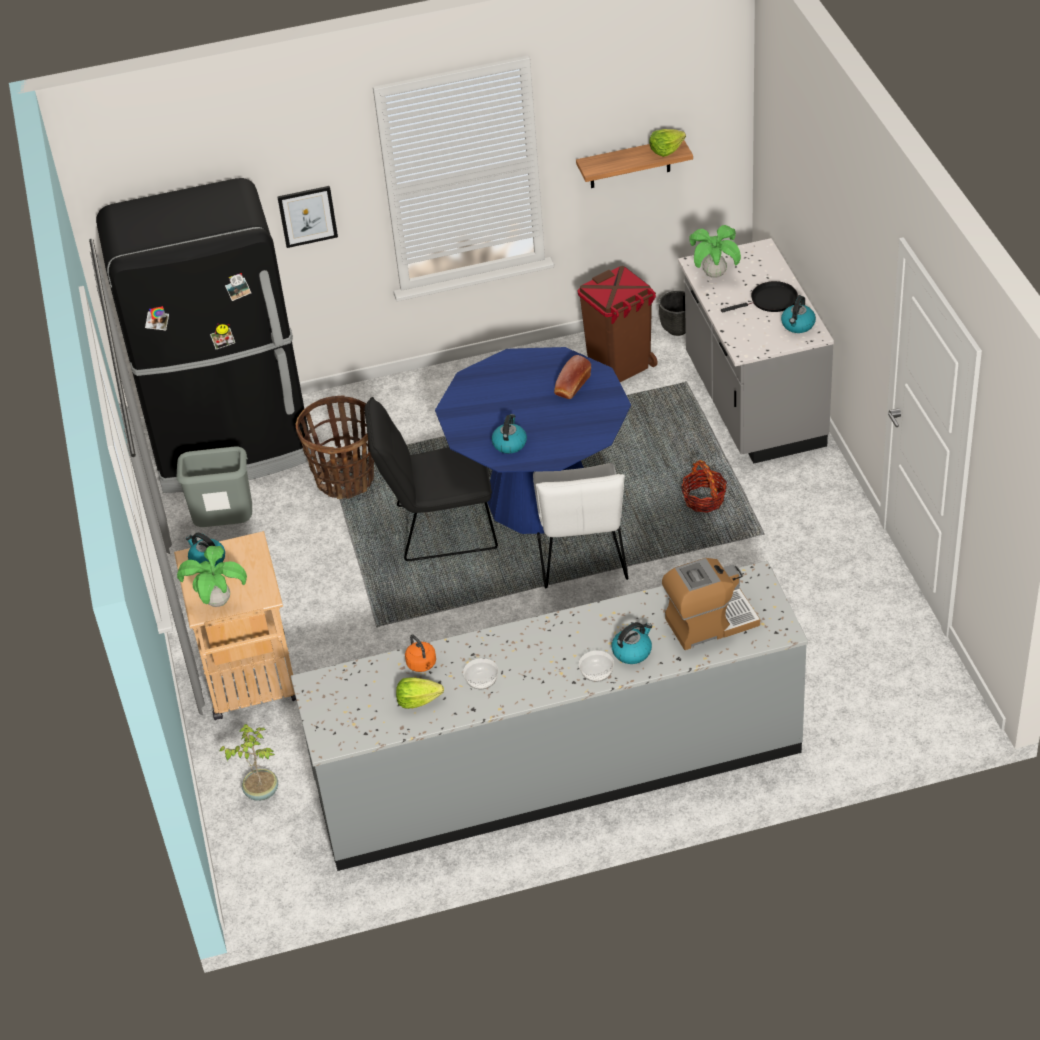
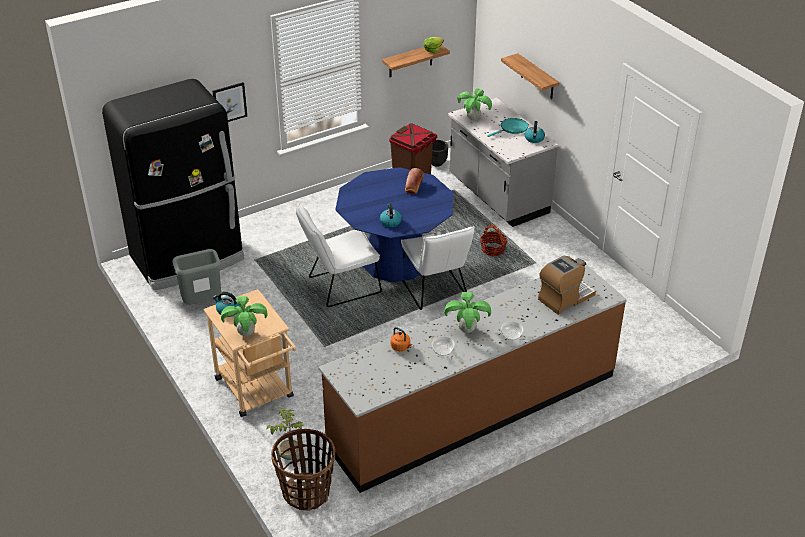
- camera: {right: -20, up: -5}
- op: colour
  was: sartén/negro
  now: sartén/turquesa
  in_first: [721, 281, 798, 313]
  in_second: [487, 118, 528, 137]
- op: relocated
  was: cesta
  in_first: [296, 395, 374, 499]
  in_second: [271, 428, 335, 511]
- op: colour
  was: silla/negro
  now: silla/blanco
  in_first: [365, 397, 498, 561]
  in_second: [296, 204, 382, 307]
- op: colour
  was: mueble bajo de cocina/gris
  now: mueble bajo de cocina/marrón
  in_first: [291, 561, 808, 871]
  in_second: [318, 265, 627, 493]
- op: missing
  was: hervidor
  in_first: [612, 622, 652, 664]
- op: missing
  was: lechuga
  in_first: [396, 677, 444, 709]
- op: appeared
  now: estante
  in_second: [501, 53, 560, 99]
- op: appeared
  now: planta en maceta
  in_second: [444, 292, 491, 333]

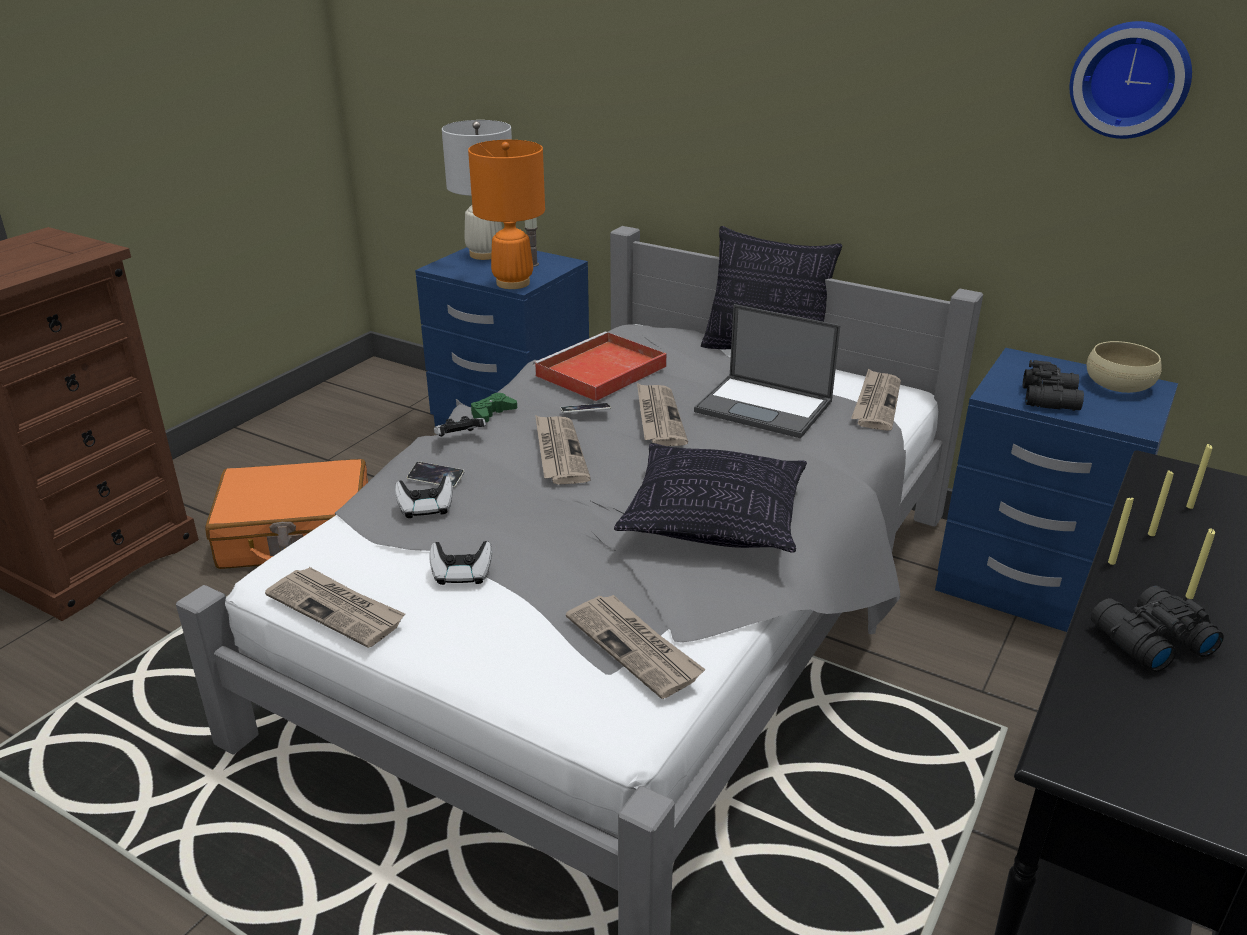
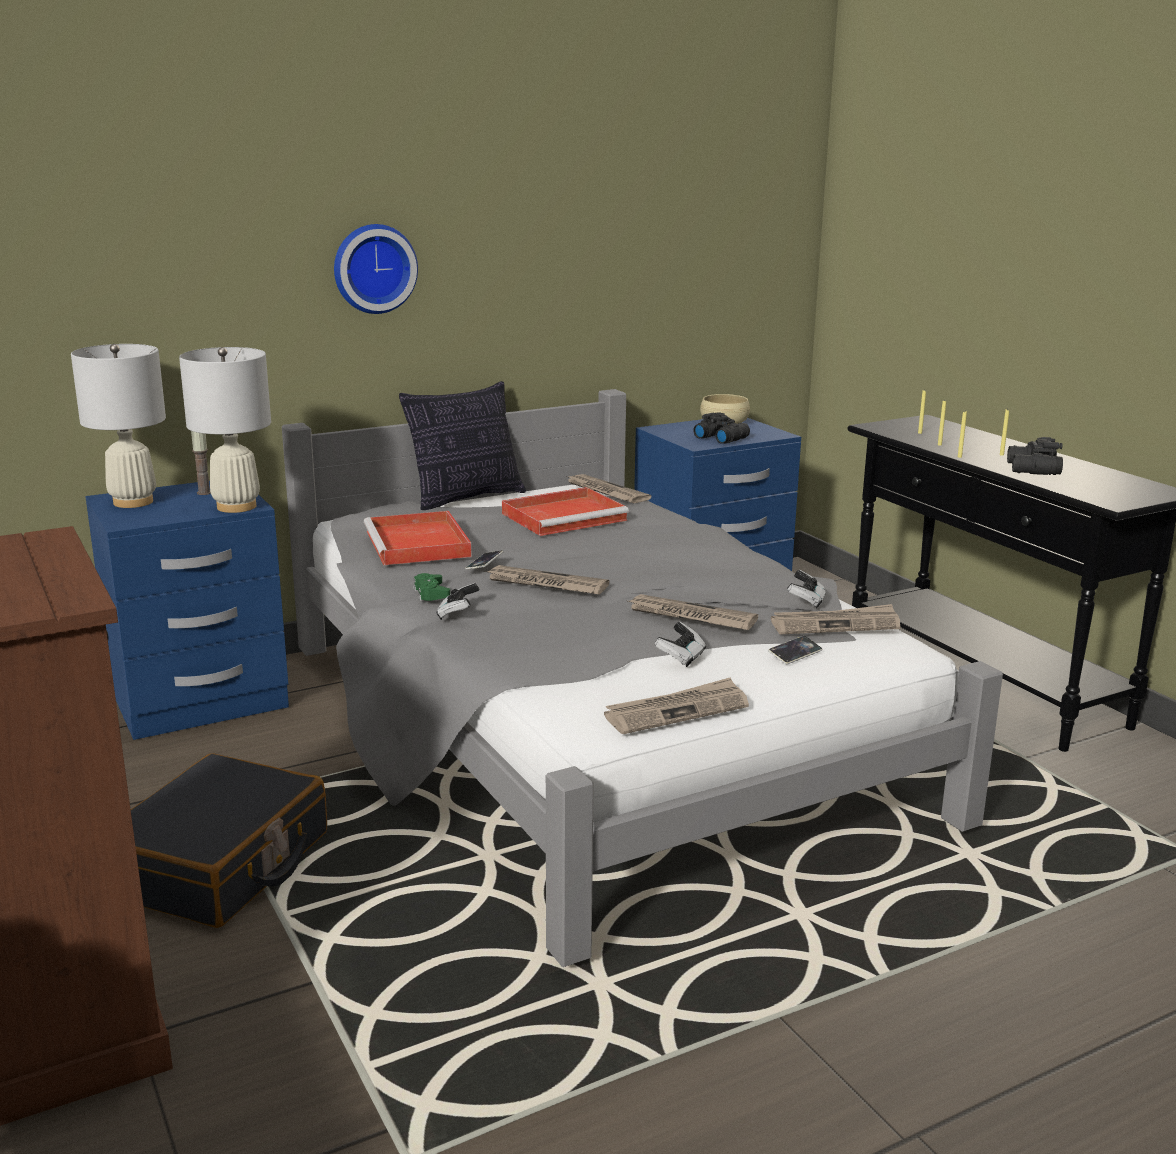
- camera: {right: -60, up: -10}
- op: relocated
  was: reloj de pared
  in_first: [1070, 21, 1192, 139]
  in_second: [334, 224, 418, 314]
- op: colour
  was: lámpara de mesa/naranja
  now: lámpara de mesa/blanco
  in_first: [468, 140, 545, 289]
  in_second: [179, 347, 271, 513]
- op: exchanged
  was: portátil
  now: bandeja/rojo
  in_first: [694, 304, 840, 438]
  in_second: [502, 487, 629, 536]
- op: relocated
  was: periódico
  in_first: [637, 383, 688, 446]
  in_second: [628, 594, 758, 630]
- op: missing
  was: cojín
  in_first: [614, 443, 807, 553]
- op: colour
  was: maleta/naranja
  now: maleta/negro
  in_first: [205, 459, 368, 569]
  in_second: [131, 753, 327, 928]
- op: relocated
  was: móvil
  in_first: [407, 462, 465, 488]
  in_second: [768, 636, 822, 664]
- op: relocated
  was: mando de consola
  in_first: [395, 476, 453, 518]
  in_second: [787, 570, 826, 609]

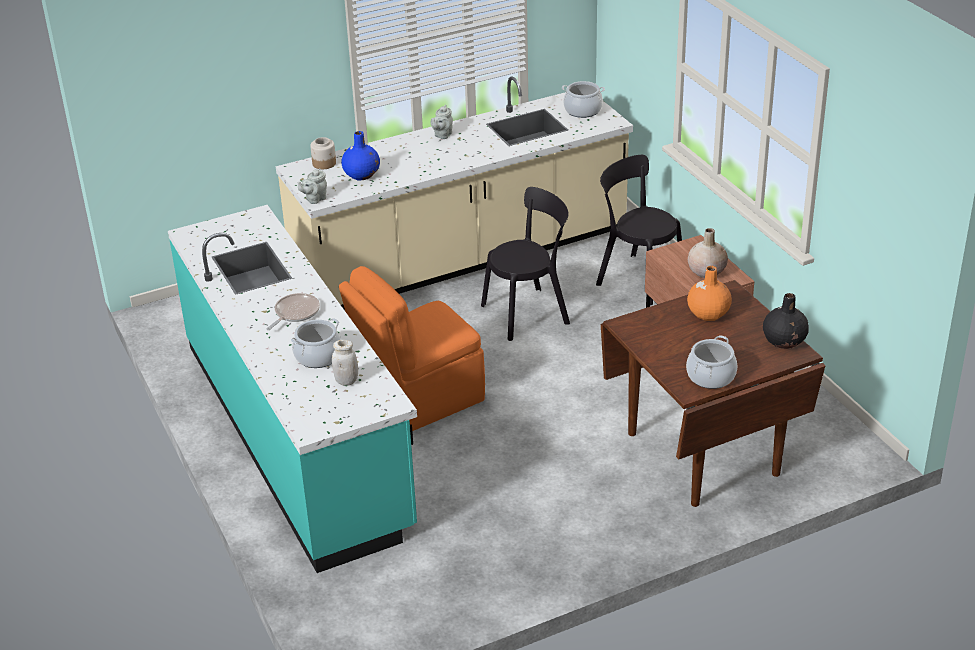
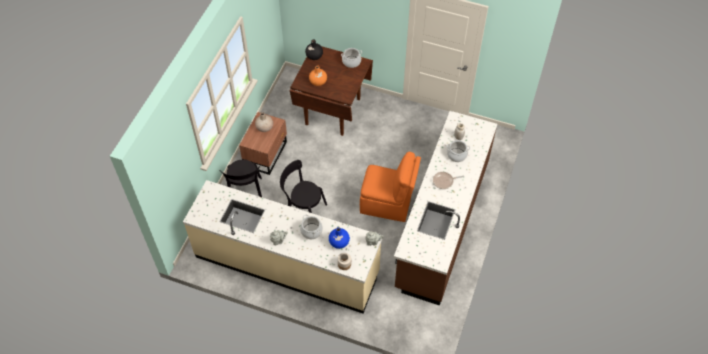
- camera: {right: -135, up: 20}
- op: relocated
  was: olla
  in_first: [562, 81, 605, 118]
  in_second: [300, 215, 323, 240]
- op: colour
  was: mueble bajo de cocina/turquesa
  now: mueble bajo de cocina/marrón
  in_first: [168, 205, 417, 573]
  in_second: [394, 111, 497, 306]

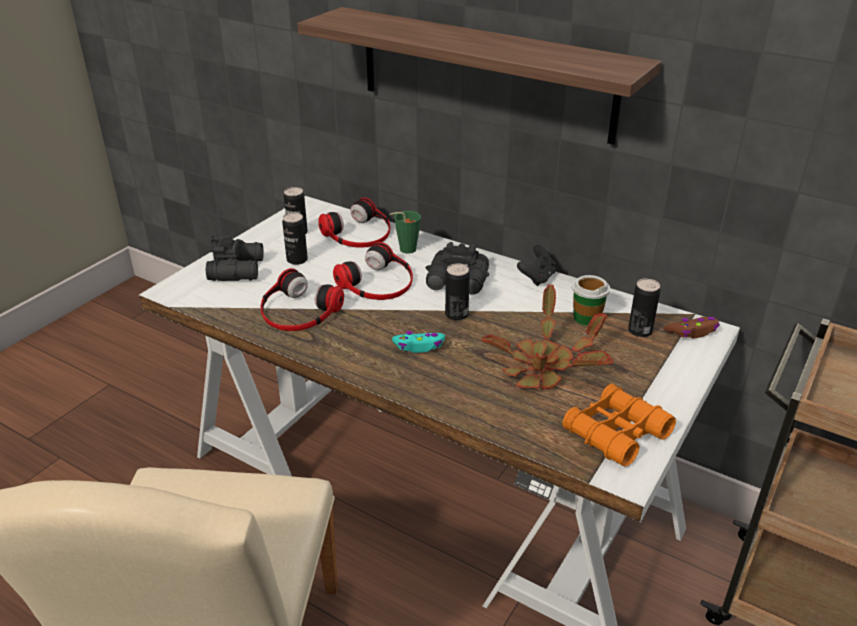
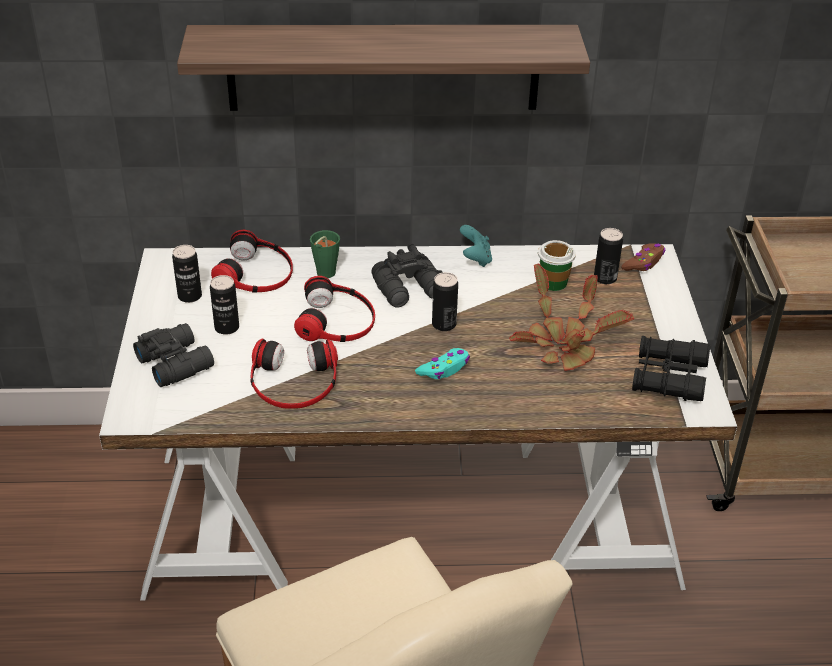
- camera: {right: -35, up: 5}
- op: colour
  was: mando de consola/negro
  now: mando de consola/turquesa
  in_first: [517, 245, 556, 286]
  in_second: [460, 225, 492, 267]
- op: colour
  was: prismáticos/naranja
  now: prismáticos/negro
  in_first: [562, 384, 676, 466]
  in_second: [632, 336, 710, 401]

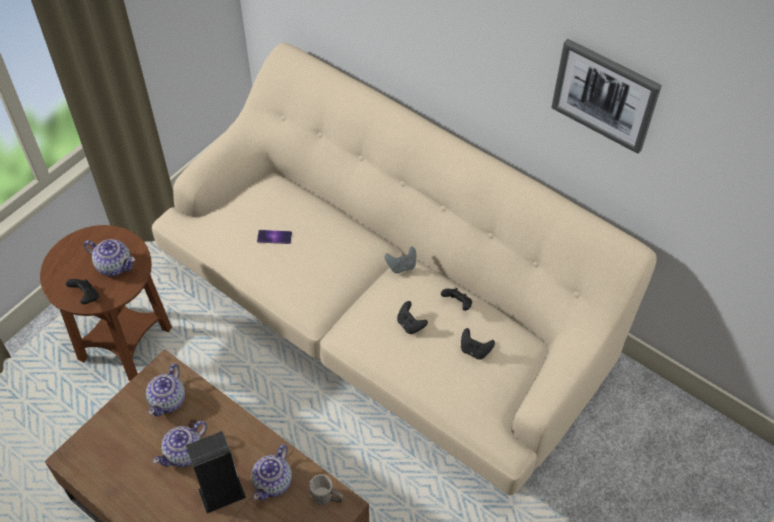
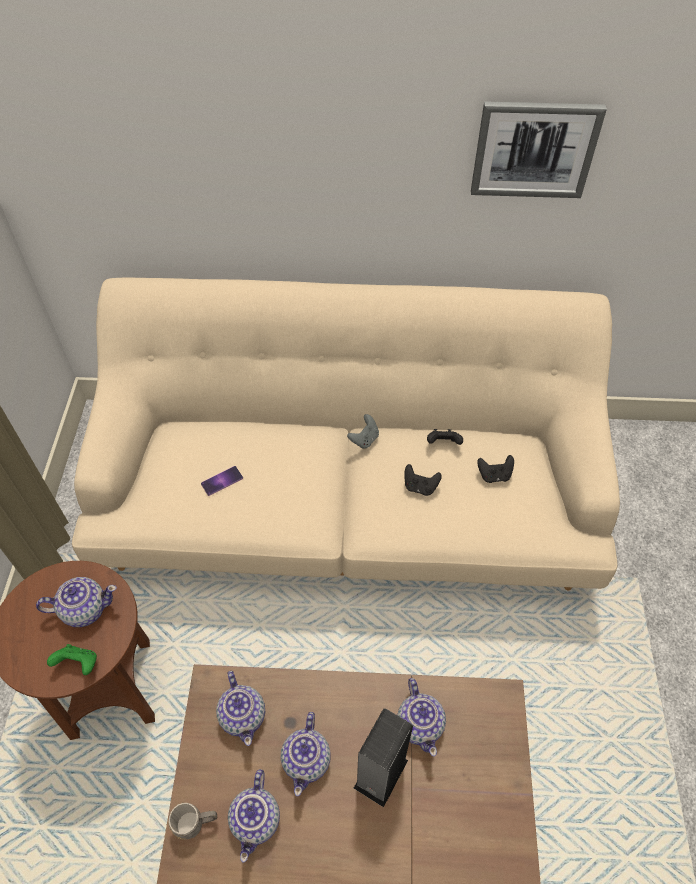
- camera: {right: -35, up: 0}
- op: colour
  was: mando de consola/negro
  now: mando de consola/verde
  in_first: [66, 279, 99, 304]
  in_second: [47, 644, 97, 675]
- op: relocated
  was: taza grande/gris
  in_first: [309, 474, 344, 505]
  in_second: [168, 803, 217, 840]
- op: appeared
  now: tetera
  in_second: [228, 769, 280, 863]

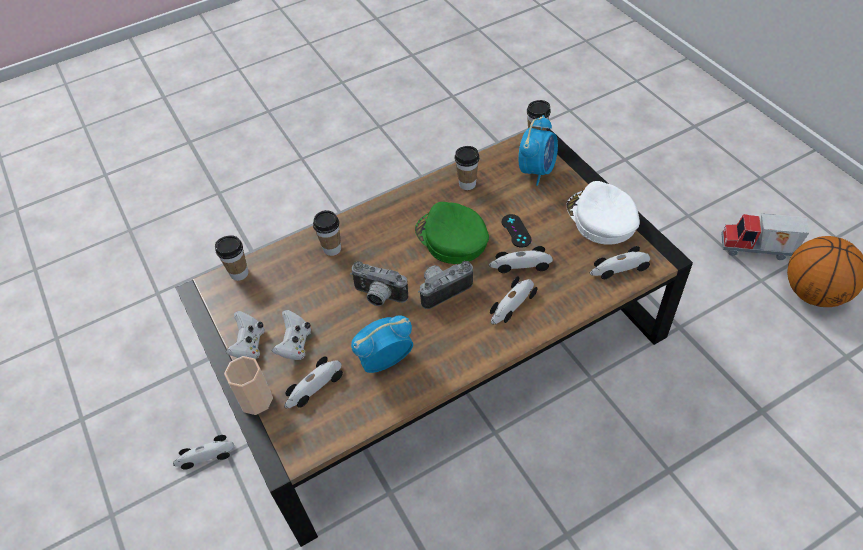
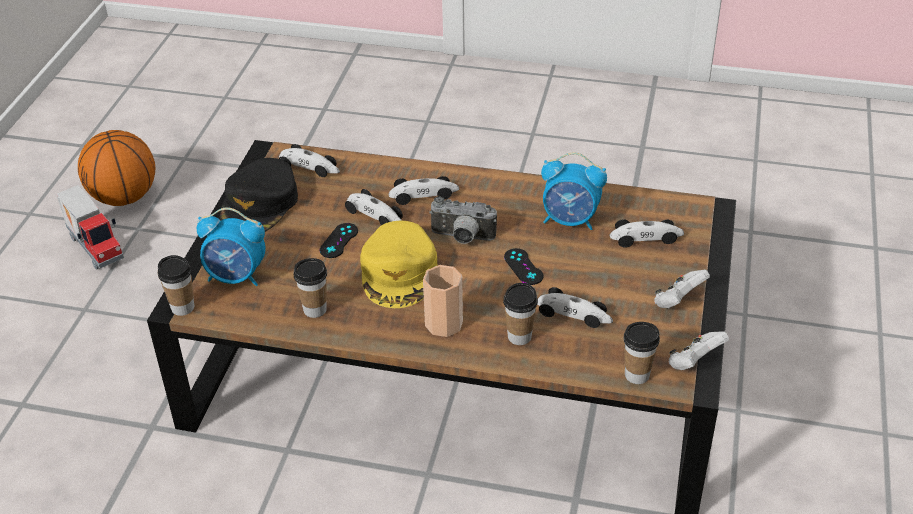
- camera: {right: -140, up: -10}
- op: spun
  was: despertador
  in_first: [518, 115, 558, 186]
  in_second: [197, 207, 266, 286]
  clockwise: -150
- op: colour
  was: gorra/blanco
  now: gorra/negro
  in_first: [566, 181, 640, 245]
  in_second: [220, 158, 298, 232]
- op: colour
  was: gorra/verde
  now: gorra/amarillo
  in_first: [415, 202, 489, 264]
  in_second: [360, 221, 437, 308]
- op: exchanged
  was: cámara
  now: mando de consola/negro
  in_first: [350, 261, 408, 306]
  in_second: [504, 248, 543, 285]
- op: relocated
  was: mando de consola/blanco
  in_first: [272, 310, 311, 360]
  in_second: [669, 331, 729, 370]
- op: relocated
  was: taza
  in_first: [224, 356, 273, 415]
  in_second: [423, 265, 463, 337]
- op: relocated
  was: coche de juguete
  in_first: [173, 435, 234, 470]
  in_second: [538, 287, 613, 328]

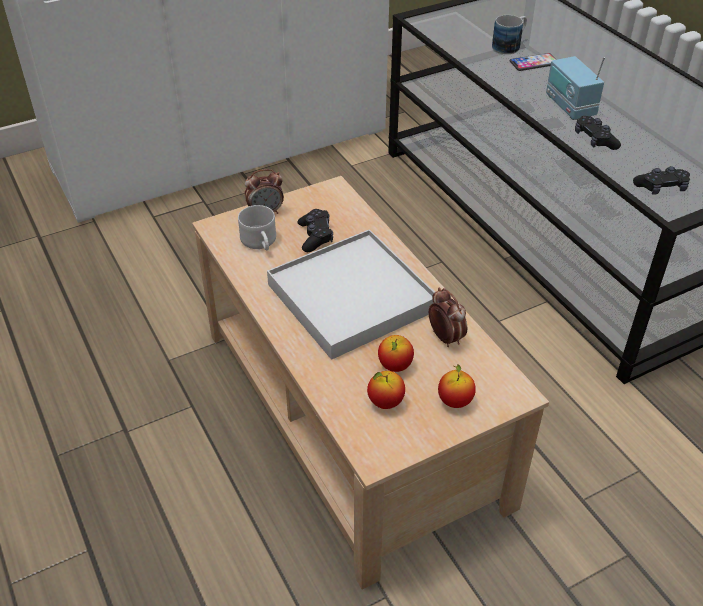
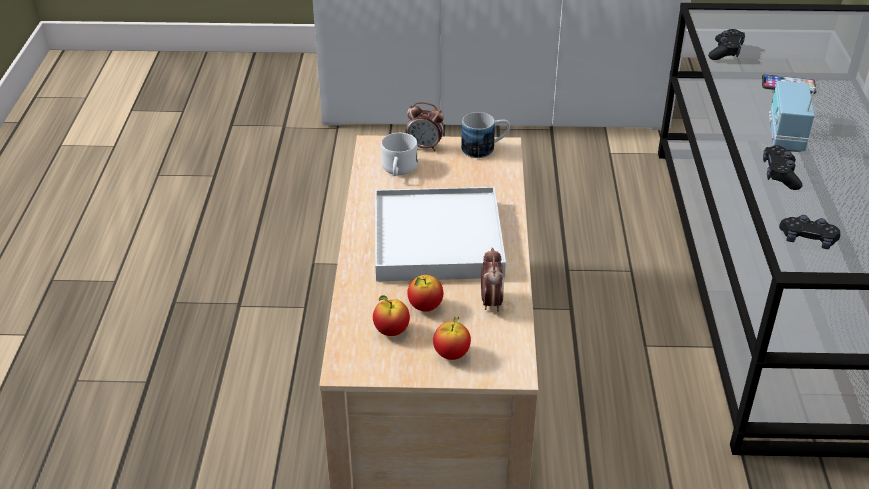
- camera: {right: 30, up: -5}
- op: relocated
  was: taza grande
  in_first: [492, 15, 527, 54]
  in_second: [461, 112, 510, 158]
- op: relocated
  was: mando de consola/negro
  in_first: [298, 209, 333, 252]
  in_second: [708, 29, 745, 60]

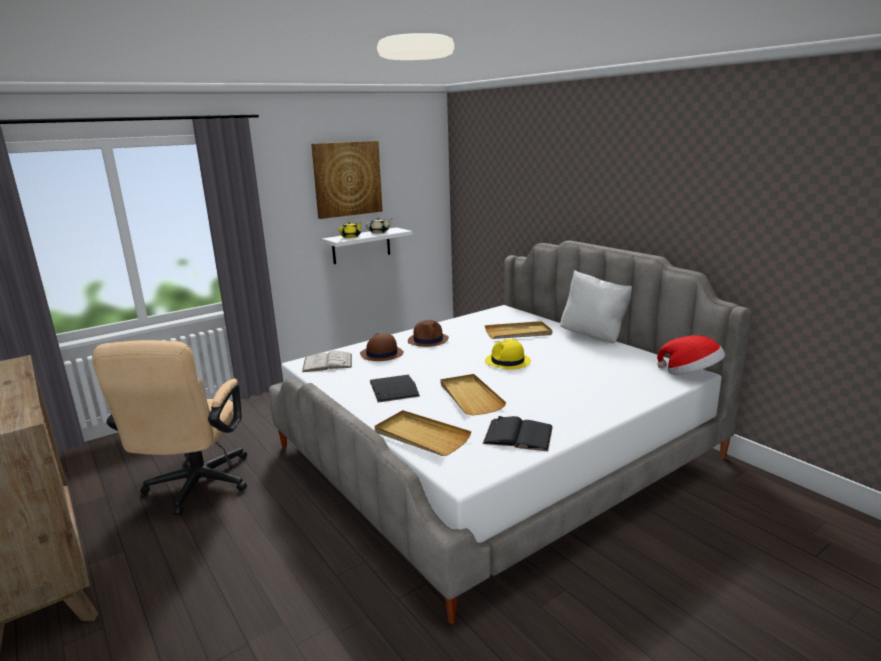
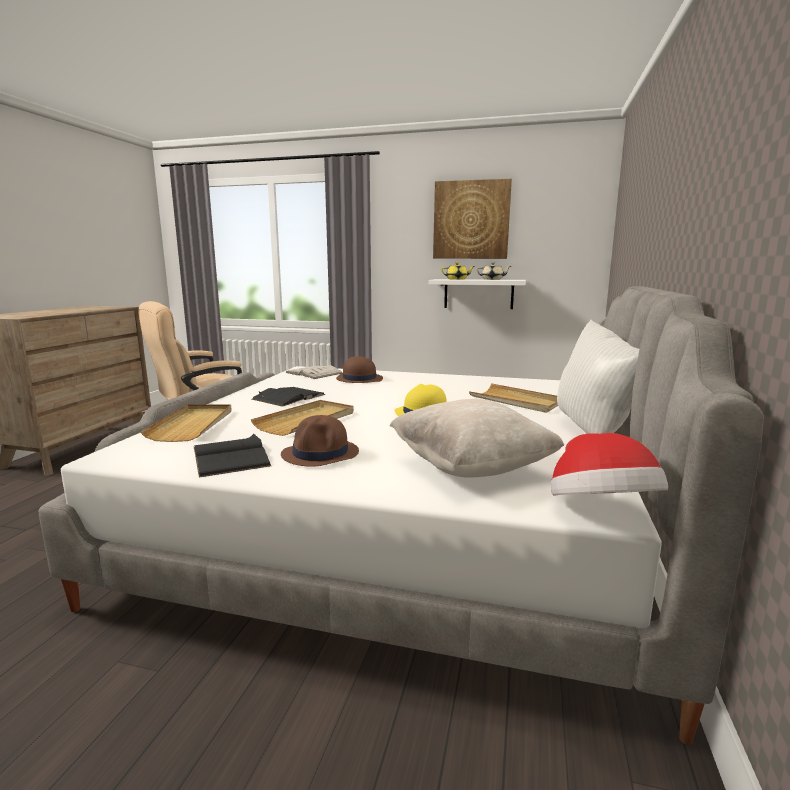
- camera: {right: 50, up: -5}
- op: relocated
  was: sombrero/marrón
  in_first: [408, 320, 449, 347]
  in_second: [281, 415, 359, 467]
- op: appeared
  now: cojín/beis
  in_second: [390, 399, 564, 478]

